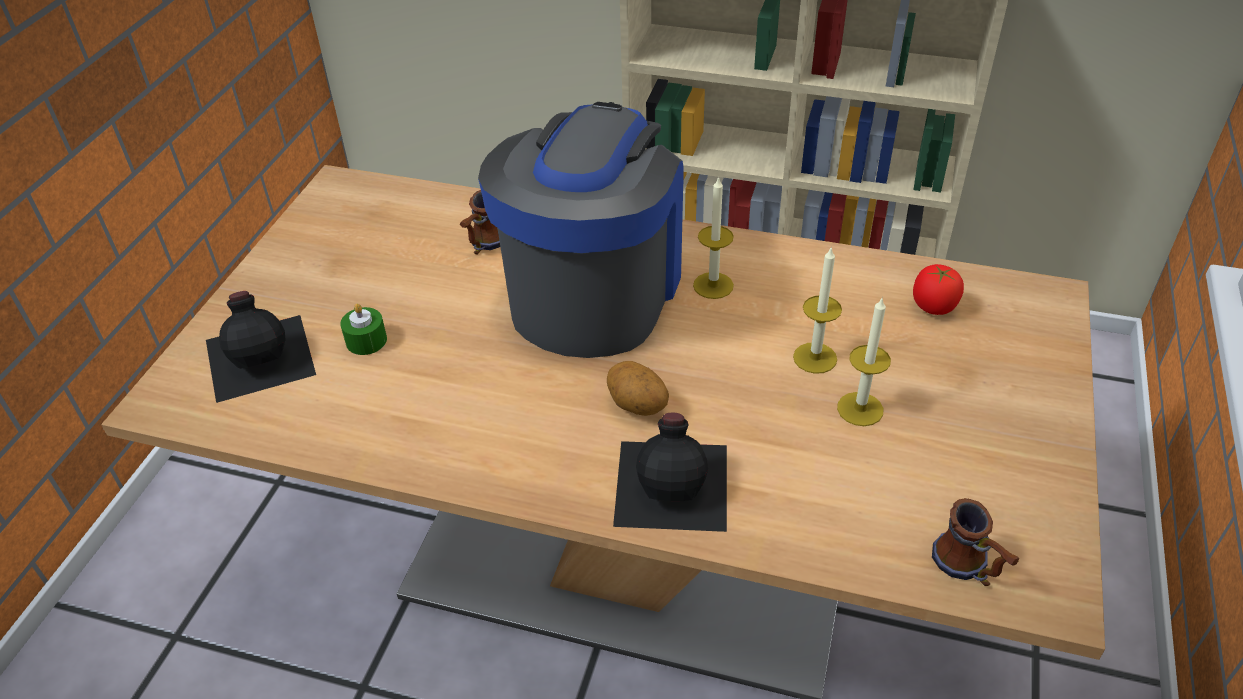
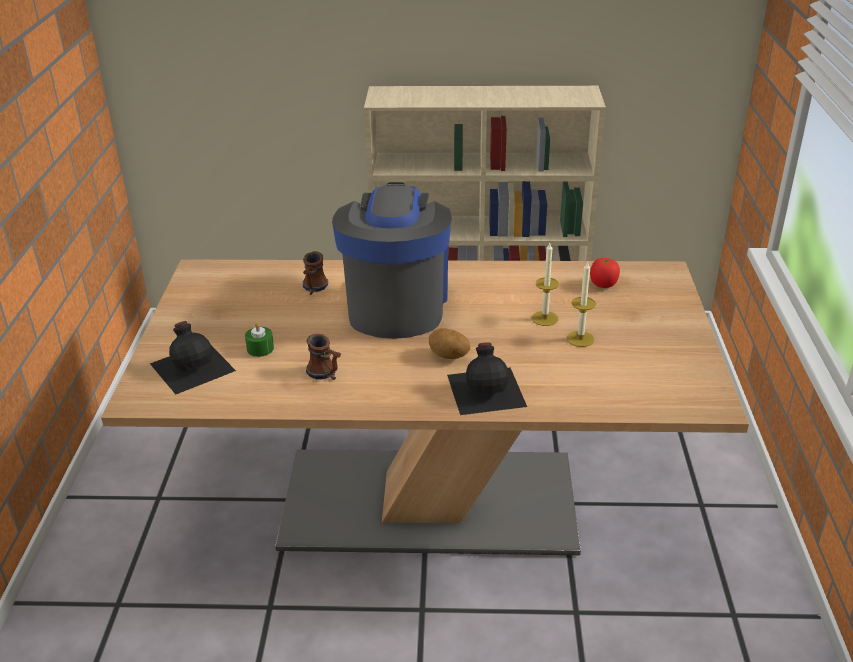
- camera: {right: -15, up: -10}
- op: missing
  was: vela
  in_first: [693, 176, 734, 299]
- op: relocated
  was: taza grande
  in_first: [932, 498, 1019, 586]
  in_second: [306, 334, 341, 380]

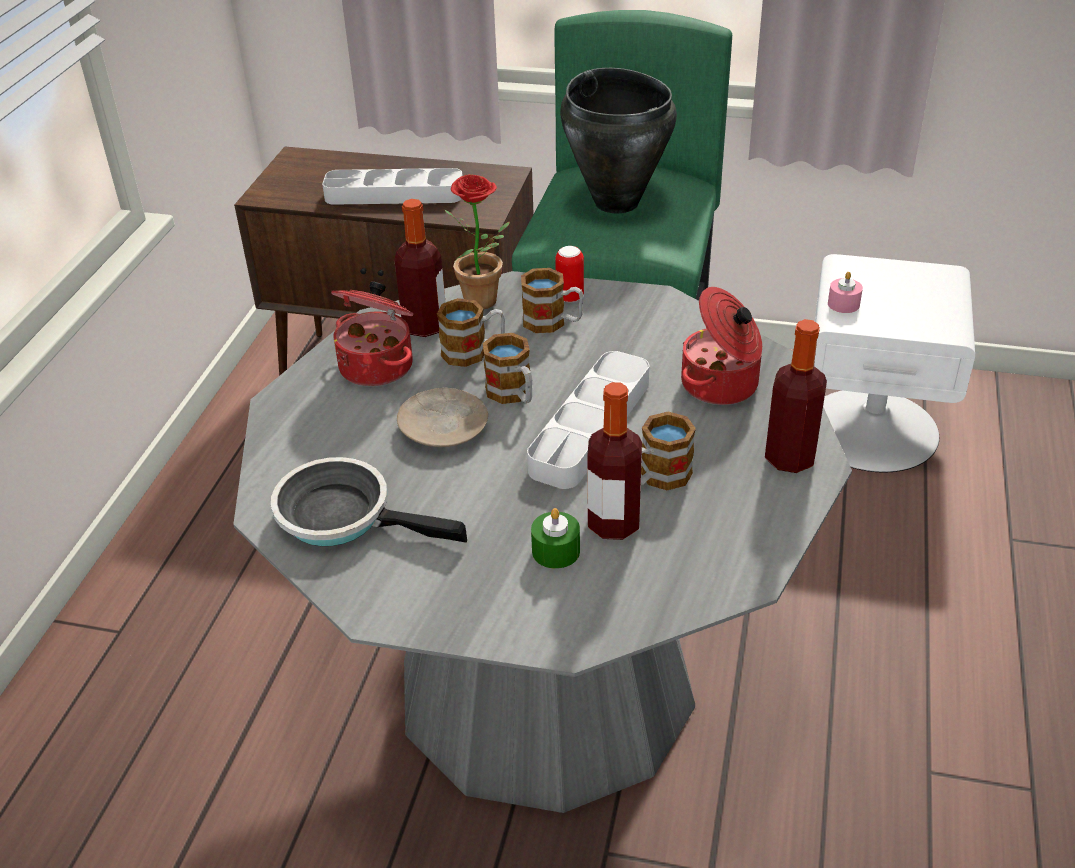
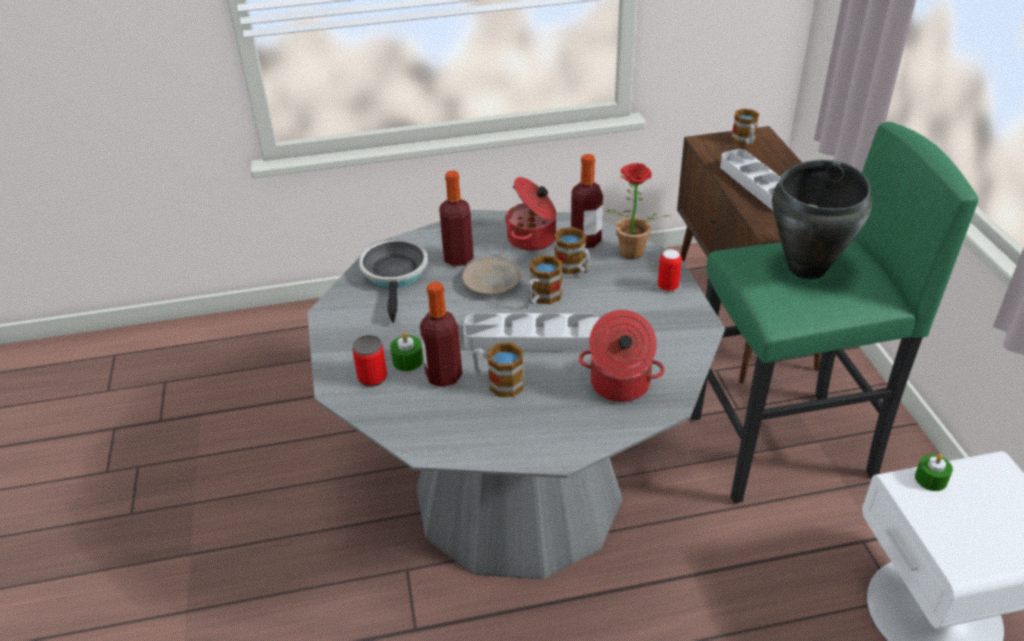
- camera: {right: 65, up: 0}
- op: relocated
  was: taza grande
  in_first: [521, 268, 584, 333]
  in_second: [731, 109, 759, 146]
- op: colour
  was: vela/rosa
  now: vela/verde
  in_first: [828, 272, 863, 313]
  in_second: [915, 454, 953, 491]
- op: relocated
  was: botella
  in_first: [765, 319, 827, 473]
  in_second: [439, 171, 474, 266]
- op: appeared
  now: lata
  in_second: [353, 335, 387, 387]

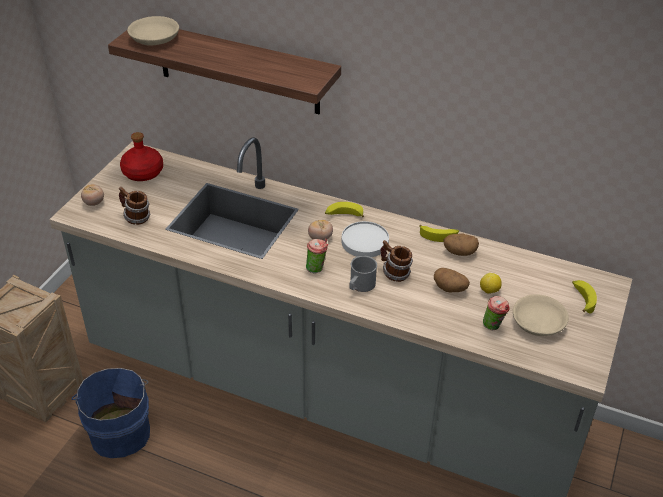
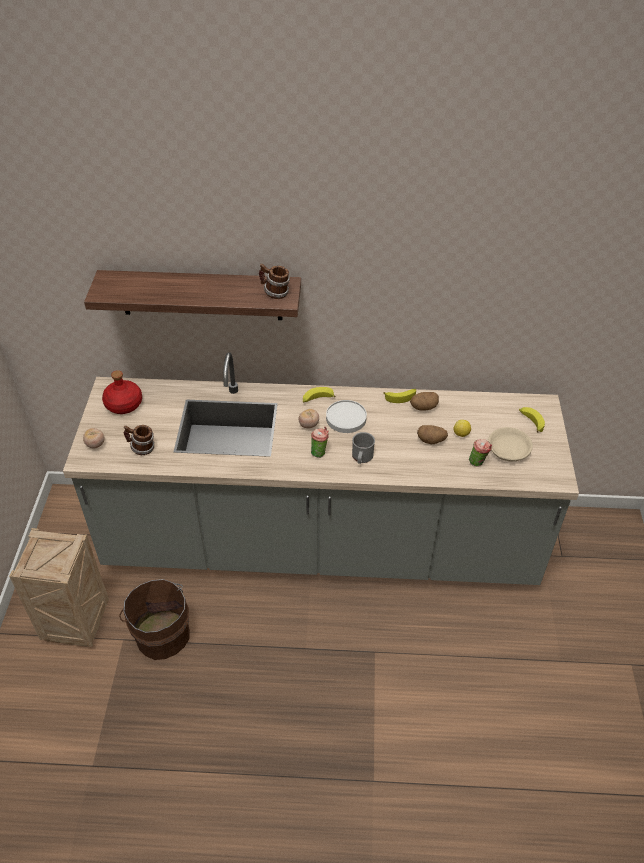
- camera: {right: -20, up: 5}
- op: missing
  was: cuenco/beis
  in_first: [127, 16, 179, 46]
- op: relocated
  was: taza grande
  in_first: [381, 240, 413, 282]
  in_second: [259, 264, 290, 299]
- op: colour
  was: cubo/azul
  now: cubo/marrón
  in_first: [71, 368, 150, 458]
  in_second: [119, 579, 190, 660]

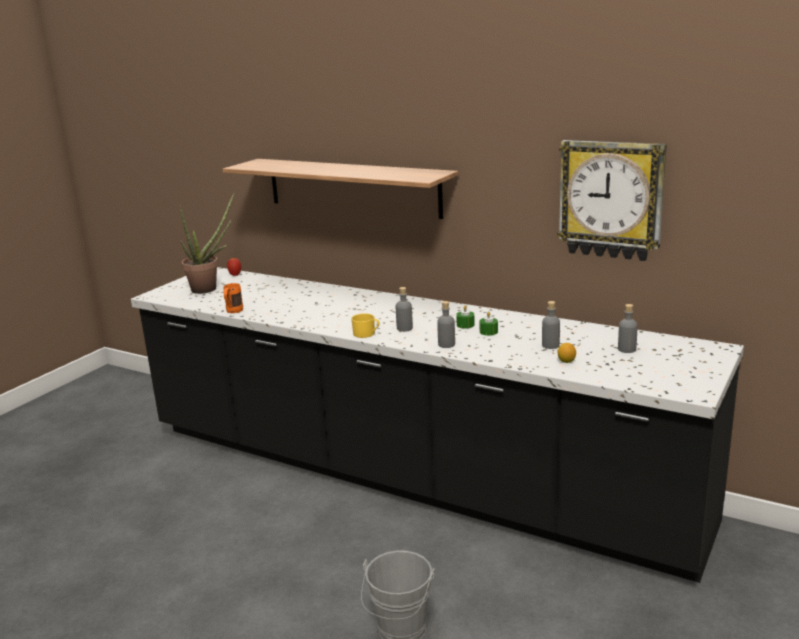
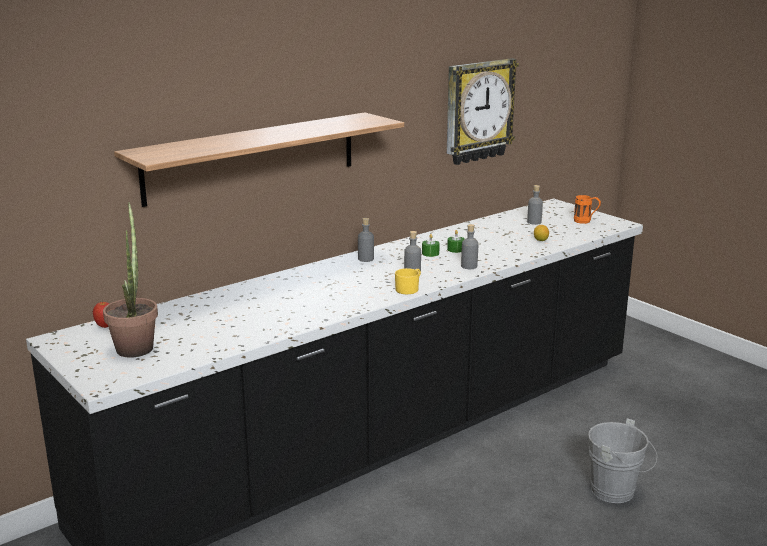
- camera: {right: -70, up: 0}
- op: relocated
  was: taza grande/naranja
  in_first: [223, 283, 243, 313]
  in_second: [574, 195, 601, 224]
- op: relocated
  was: botella/gris
  in_first: [542, 301, 560, 349]
  in_second: [358, 218, 374, 262]

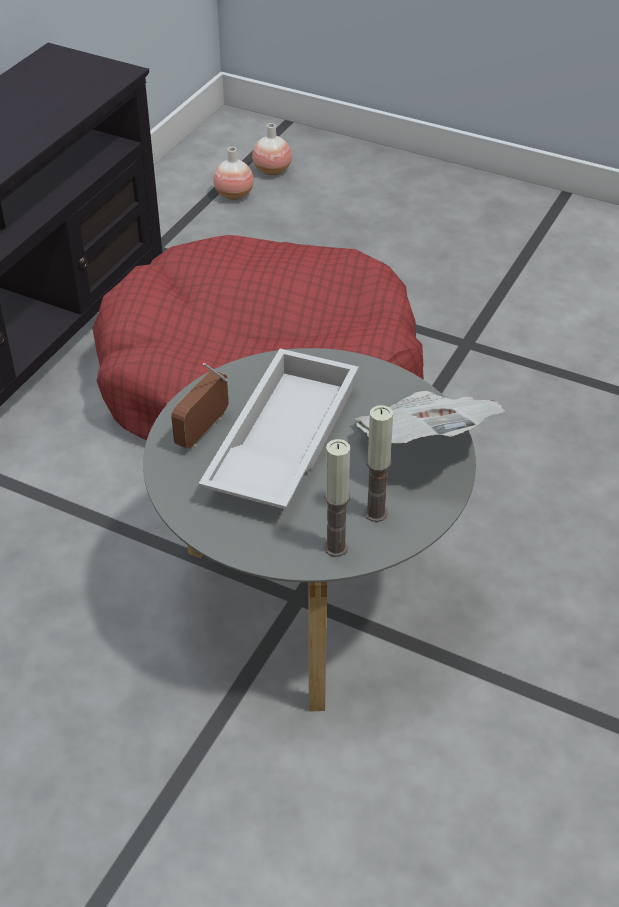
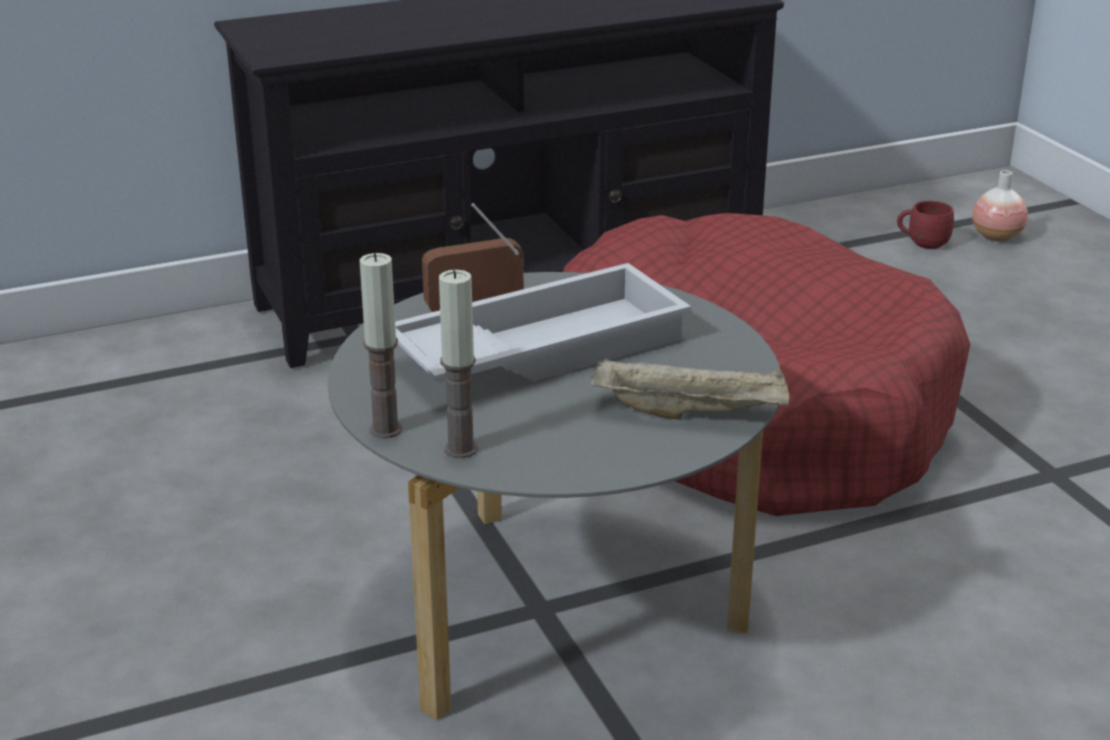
- camera: {right: 40, up: -15}
- op: exchanged
  was: florero
  now: taza grande/rojo
  in_first: [213, 147, 254, 200]
  in_second: [897, 201, 954, 249]
- op: exchanged
  was: periódico
  now: bandeja/beis
  in_first: [354, 391, 505, 443]
  in_second: [591, 357, 789, 420]
- op: relocated
  was: vela
  in_first: [364, 405, 393, 522]
  in_second: [359, 253, 402, 438]

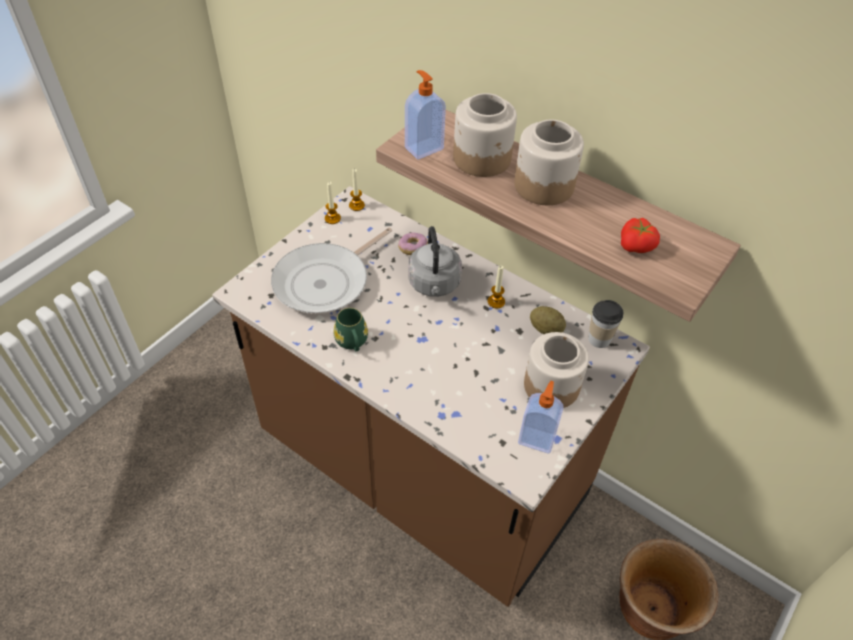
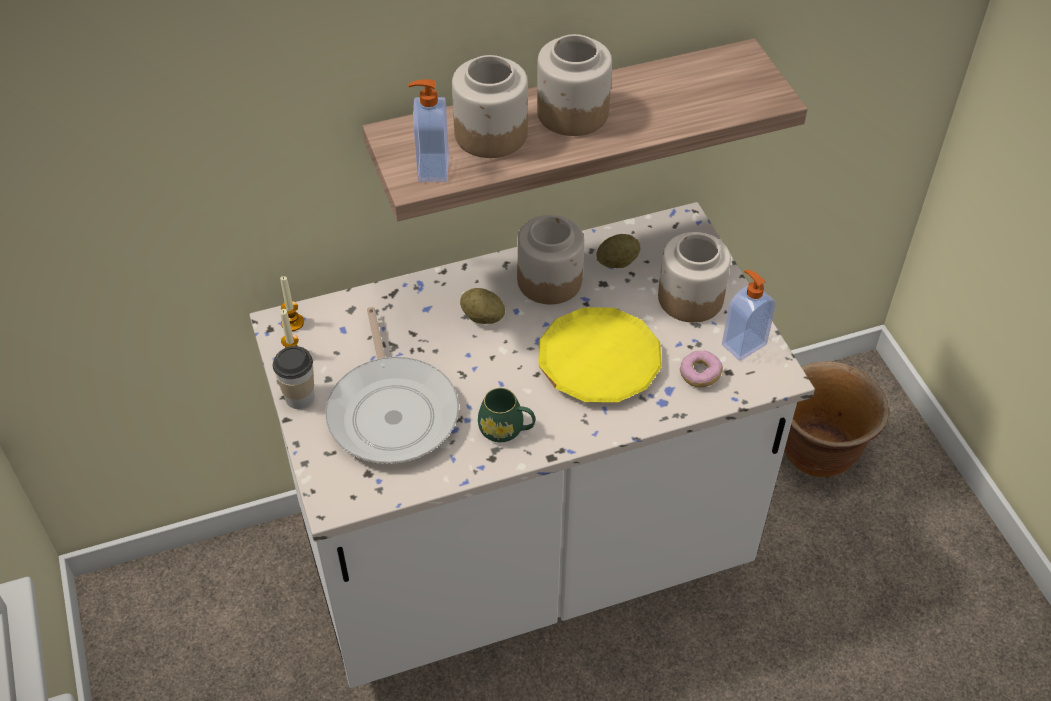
- camera: {right: -55, up: 0}
- op: colour
  was: mueble bajo de cocina/marrón
  now: mueble bajo de cocina/blanco
  in_first: [212, 186, 650, 607]
  in_second: [250, 202, 815, 688]
- op: missing
  was: tomate
  in_first: [621, 218, 660, 253]
- op: exchanged
  was: hervidor/gris
  now: patata
  in_first: [408, 226, 462, 297]
  in_second: [460, 288, 505, 324]
- op: relocated
  was: rosquilla
  in_first: [398, 233, 428, 255]
  in_second: [680, 351, 723, 387]
- op: exchanged
  was: vela
  now: tarro
  in_first: [488, 266, 505, 309]
  in_second: [517, 215, 584, 304]
- op: relocated
  was: taza
  in_first: [588, 300, 623, 348]
  in_second: [273, 346, 315, 409]
- op: appeared
  now: plato/amarillo
  in_second: [539, 307, 662, 403]

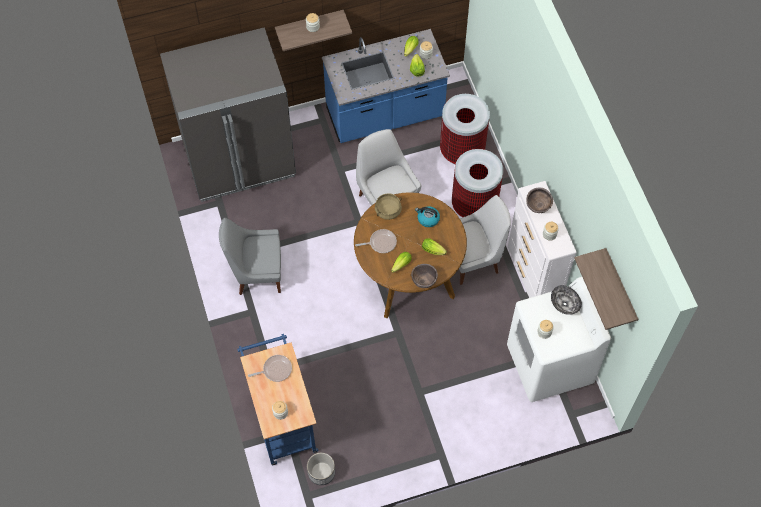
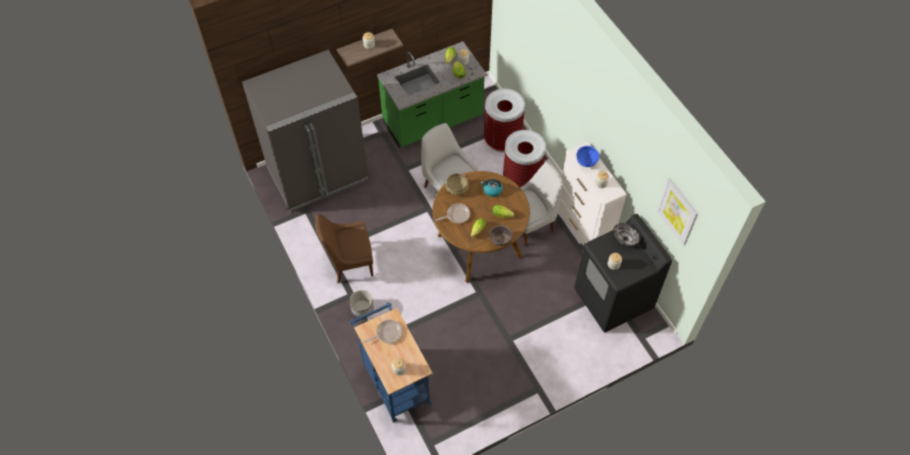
- camera: {right: -10, up: -5}
- op: colour
  was: mueble bajo de cocina/azul
  now: mueble bajo de cocina/verde
  in_first: [322, 29, 450, 143]
  in_second: [377, 41, 487, 148]
- op: colour
  was: cuenco/marrón
  now: cuenco/azul
  in_first: [526, 187, 553, 213]
  in_second: [577, 146, 599, 167]
- op: colour
  was: silla/gris
  now: silla/marrón
  in_first: [219, 218, 281, 295]
  in_second: [315, 214, 373, 283]
- op: exchanged
  was: estante
  now: cuadro
  in_first: [574, 248, 638, 330]
  in_second: [657, 178, 698, 246]
- op: colour
  was: lavadora/blanco
  now: lavadora/negro
  in_first: [507, 277, 611, 402]
  in_second: [574, 214, 672, 332]
- op: relocated
  was: maceta
  in_first: [307, 453, 335, 485]
  in_second: [349, 290, 374, 317]

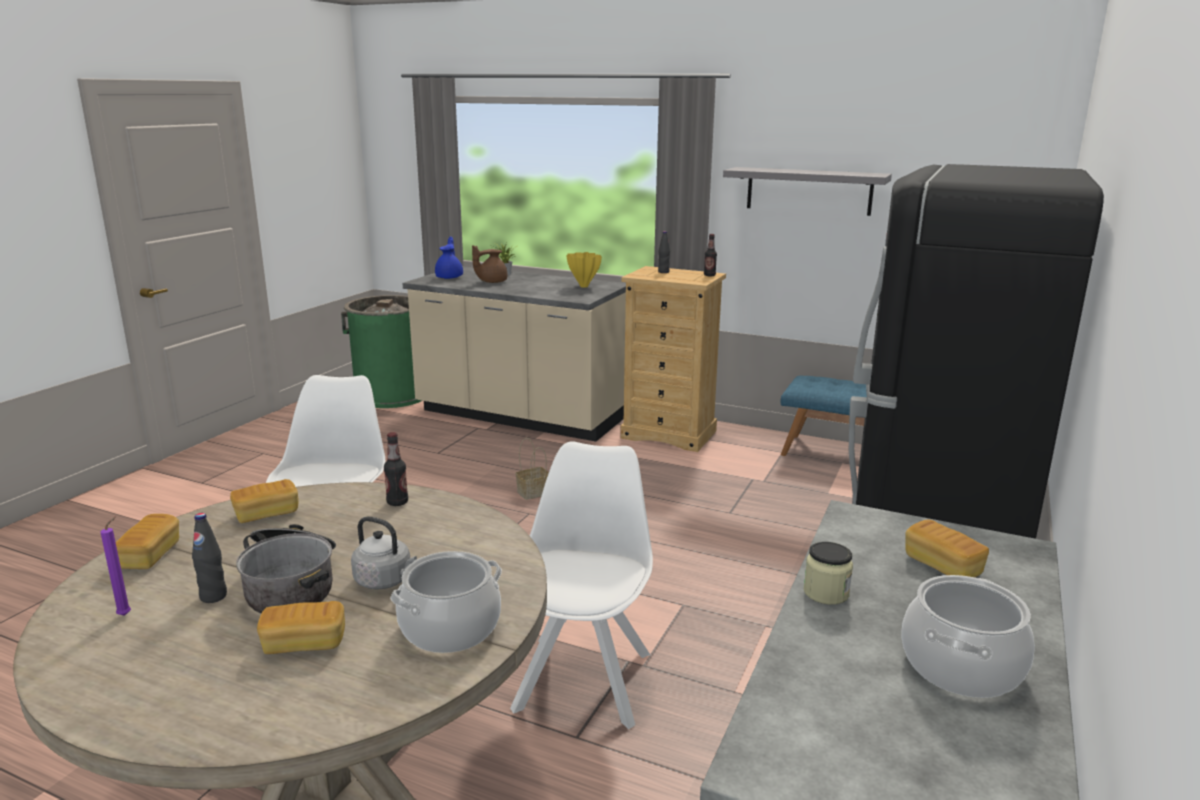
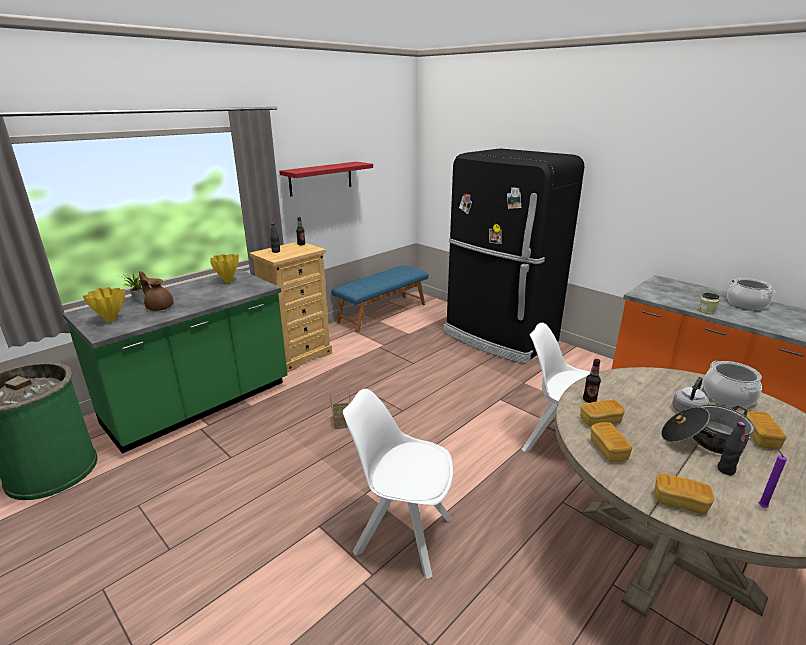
- camera: {right: -70, up: 5}
- op: colour
  was: estante/gris
  now: estante/rojo
  in_first: [723, 167, 892, 216]
  in_second: [279, 162, 373, 196]
- op: exchanged
  was: tetera/azul
  now: florero/amarillo
  in_first: [435, 237, 463, 279]
  in_second: [83, 287, 125, 322]
- op: spun
  was: tetera/marrón
  in_first: [472, 245, 508, 283]
  in_second: [139, 271, 173, 311]
  clockwise: 135
- op: colour
  was: mueble bajo de cocina/beis
  now: mueble bajo de cocina/verde
  in_first: [402, 266, 626, 441]
  in_second: [63, 269, 287, 454]
- op: relocated
  was: pan
  in_first: [905, 520, 989, 577]
  in_second: [580, 400, 625, 426]

